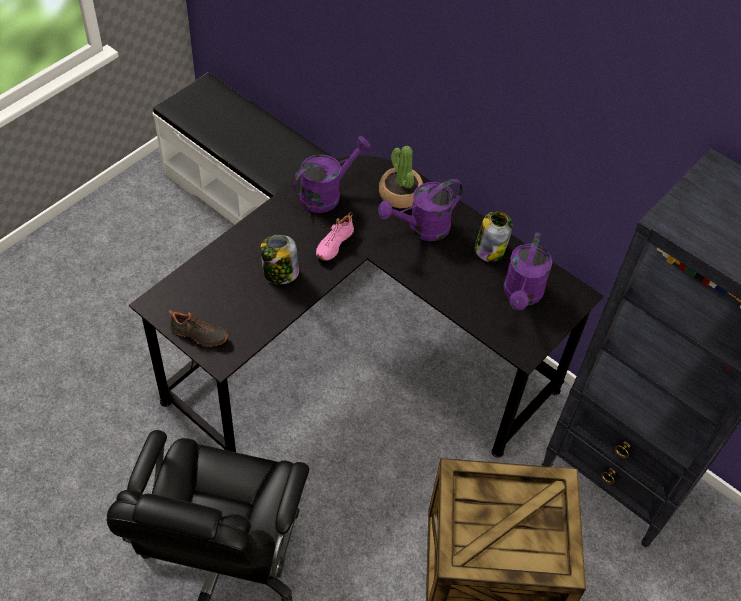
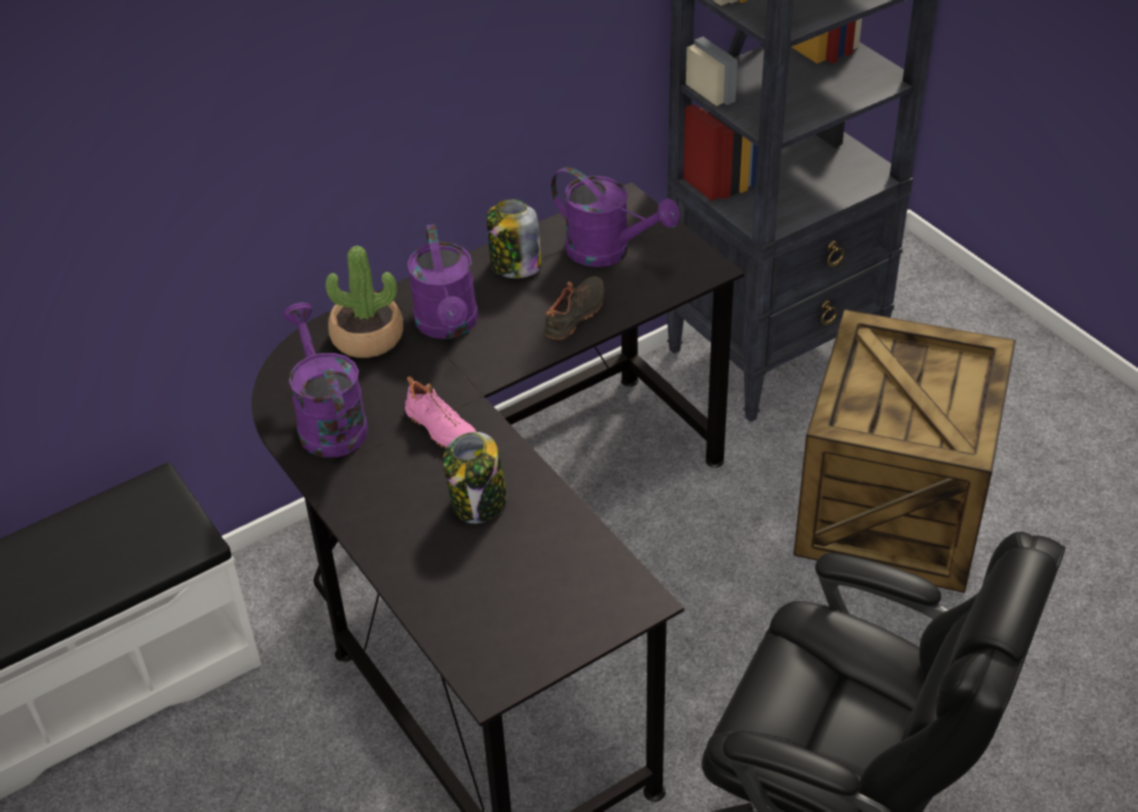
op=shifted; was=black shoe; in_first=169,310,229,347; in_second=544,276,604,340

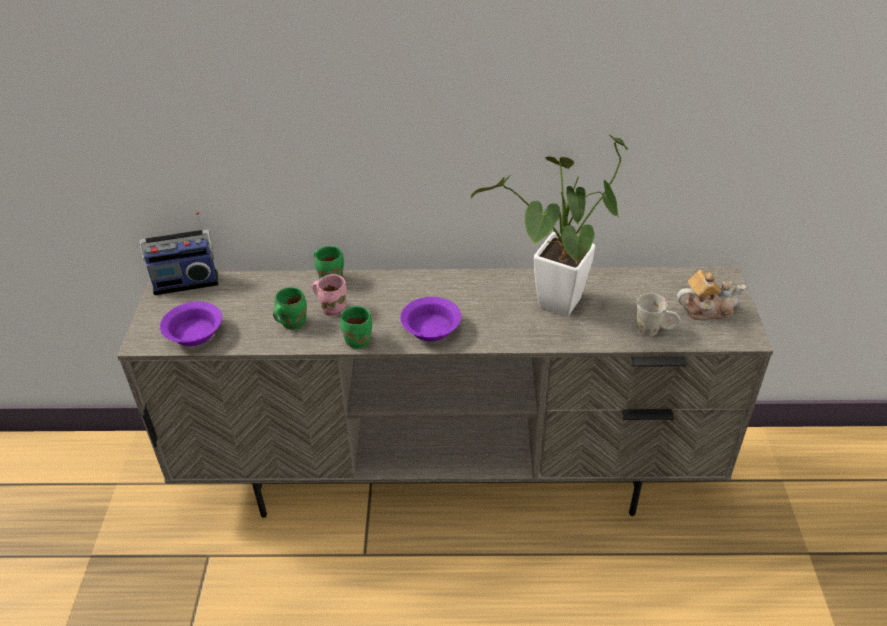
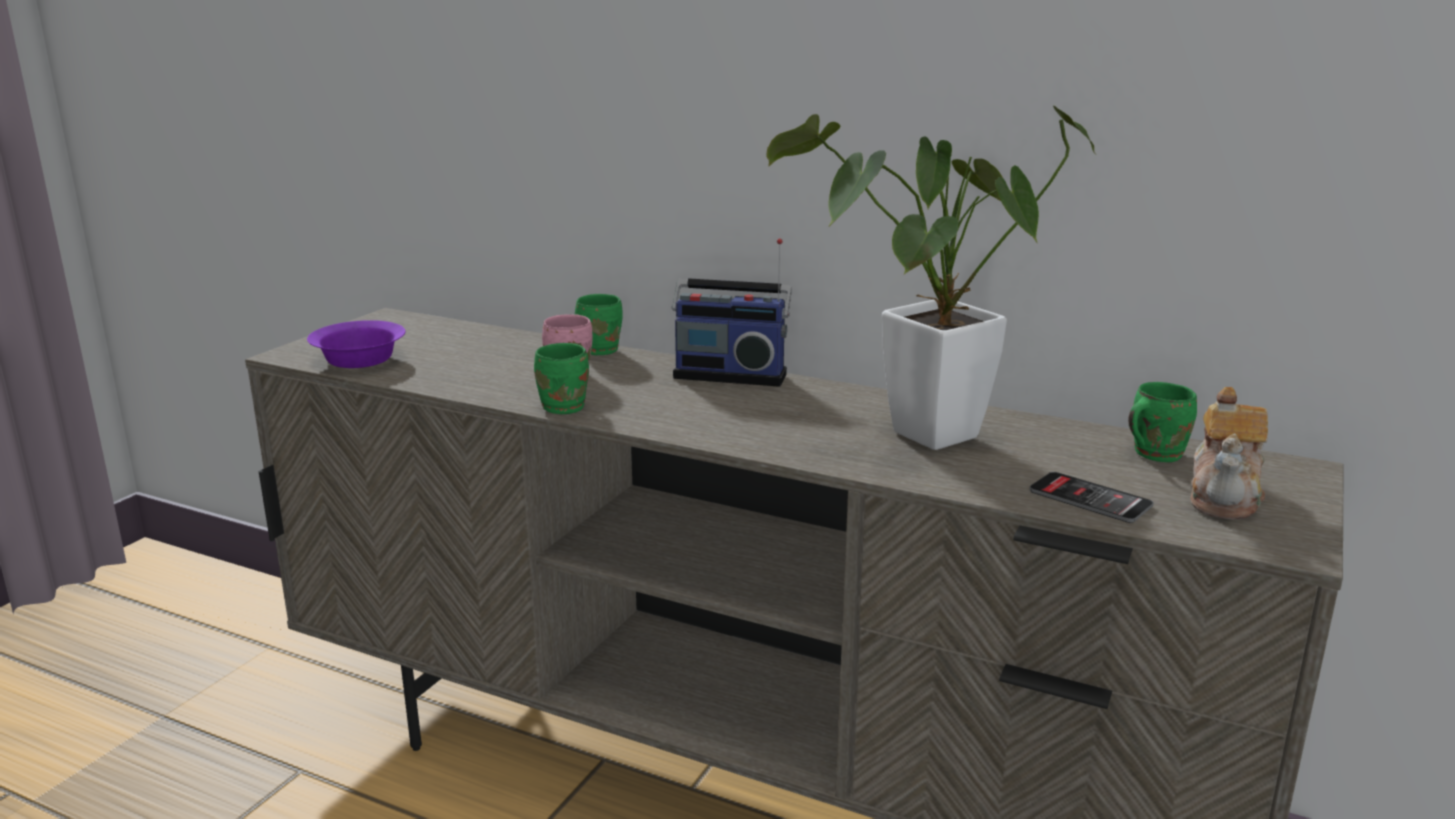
op=shifted; was=radio; in_first=139,211,218,295; in_second=671,238,792,387
op=rotated; was=teapot; in_first=677,270,746,320; in_second=1190,387,1268,519; clockwise=90
op=shifted; was=green mug; in_first=273,287,307,330; in_second=1128,382,1197,462
op=swapped; was=white mug; now=phone; in_first=636,293,681,337; in_second=1029,472,1154,523
op=gone; was=purple bowl; in_first=400,297,461,342

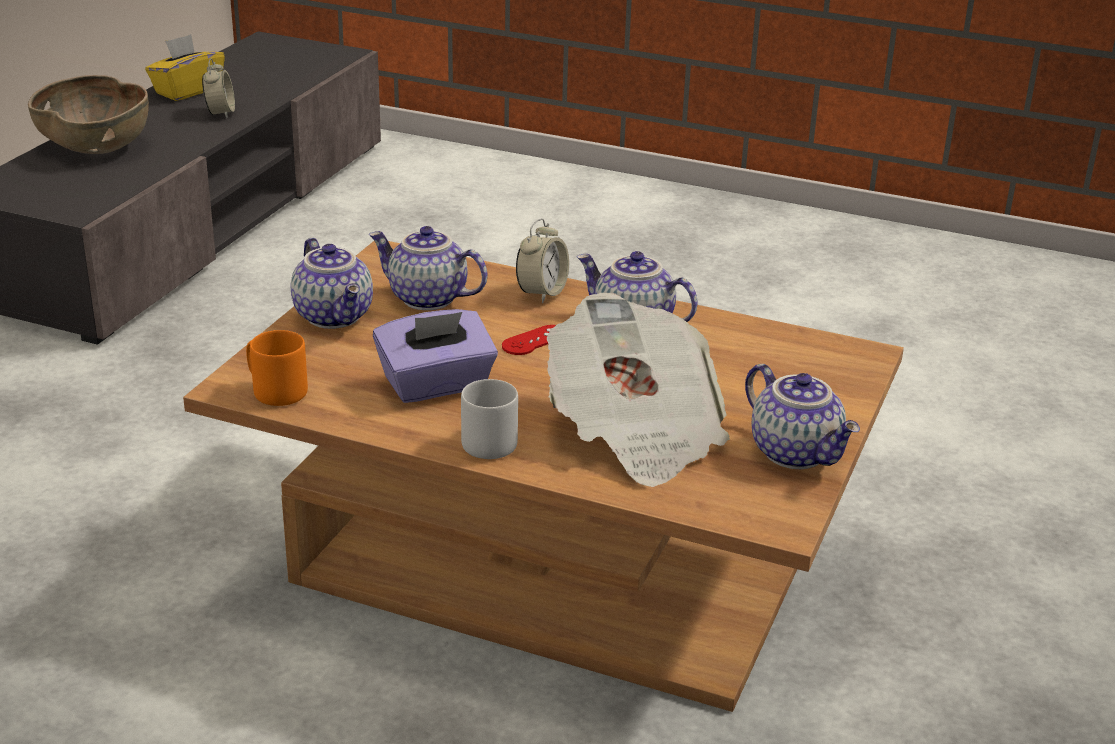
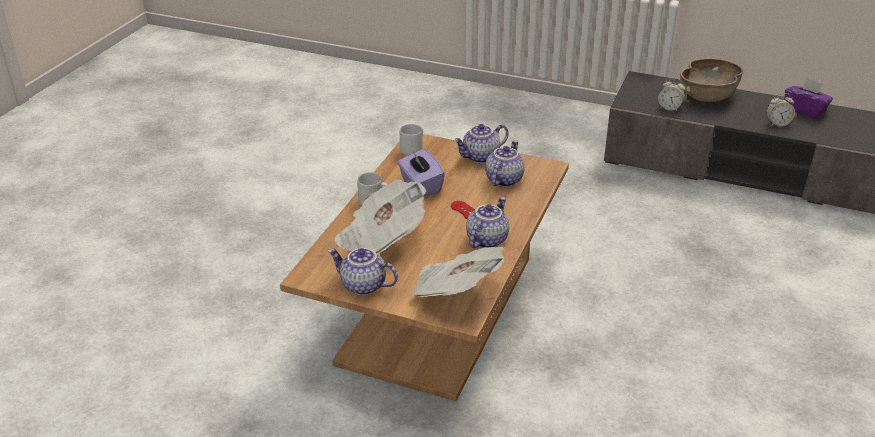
op=repainted; was=yellow tissue box; now=purple tissue box; in_first=145,34,225,101; in_second=785,78,833,119
op=shifted; was=alarm clock; in_first=516,218,569,303; in_second=658,78,686,111
op=repainted; was=orange mug; now=grey mug; in_first=246,330,308,406; in_second=400,124,423,156
op=rotated; was=teapot; in_first=745,364,860,469; in_second=328,248,398,295; clockwise=60
op=new; now=newspaper; in_second=410,247,504,297

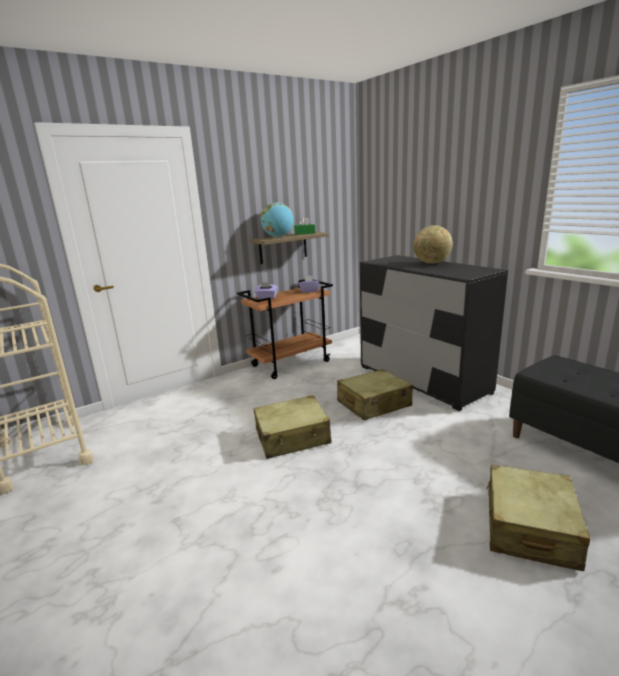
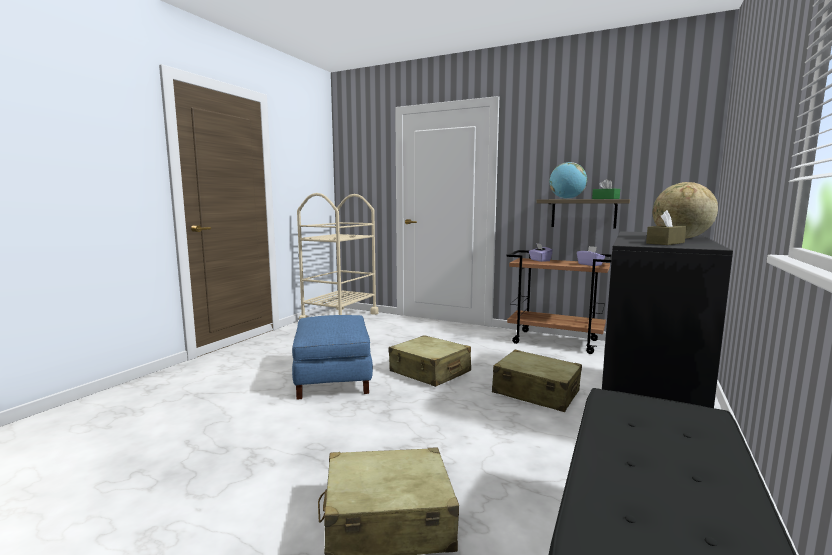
op=new; now=brown tissue box; in_second=646,210,686,245
op=new; now=blue ottoman; in_second=292,315,373,400

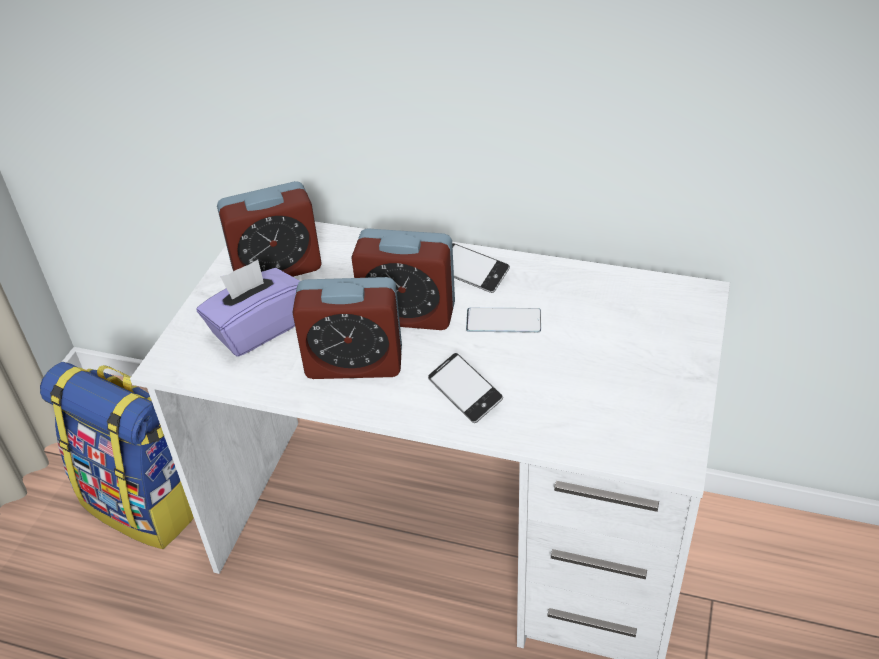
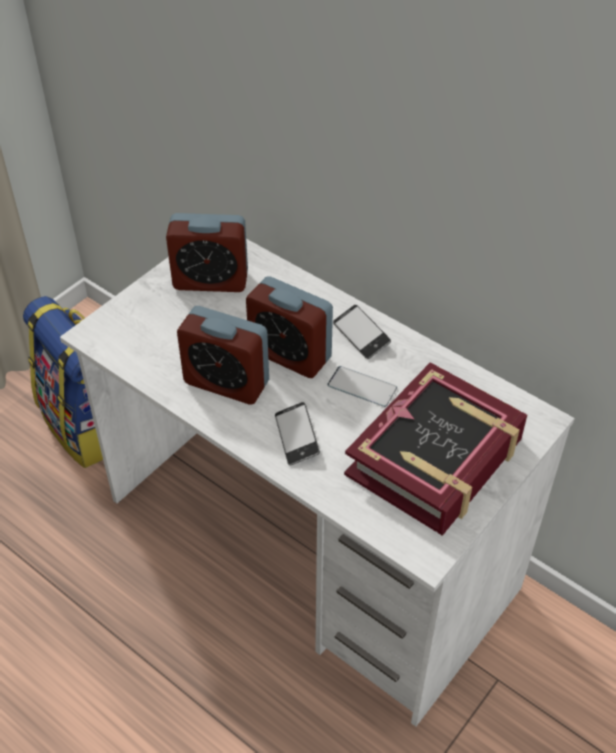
op=gone; was=purple tissue box; in_first=196,260,300,357
op=new; now=book; in_second=344,362,527,536

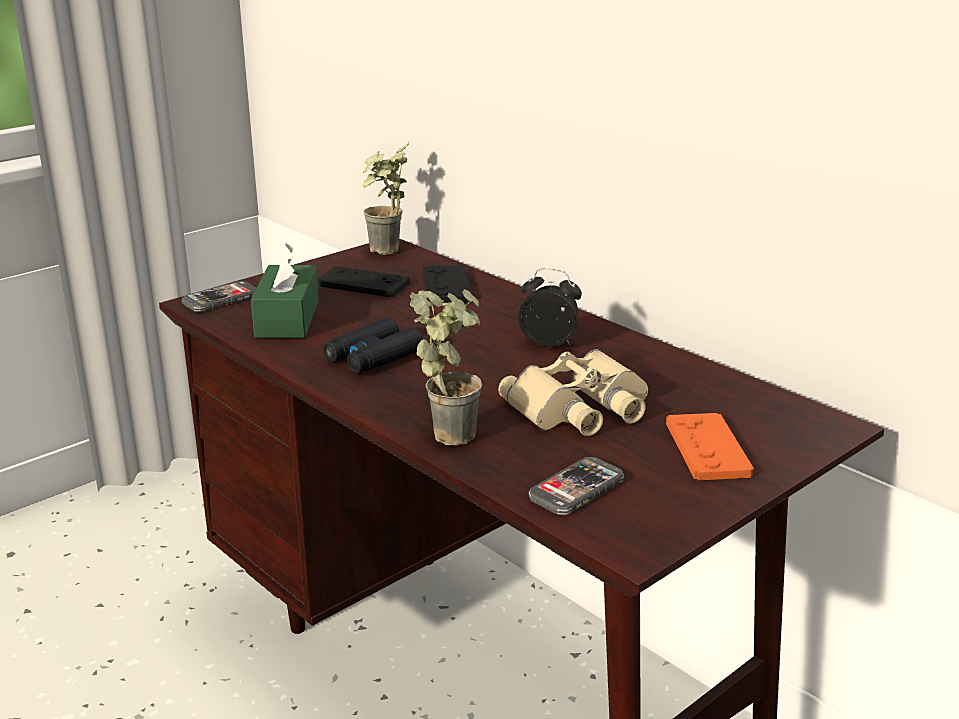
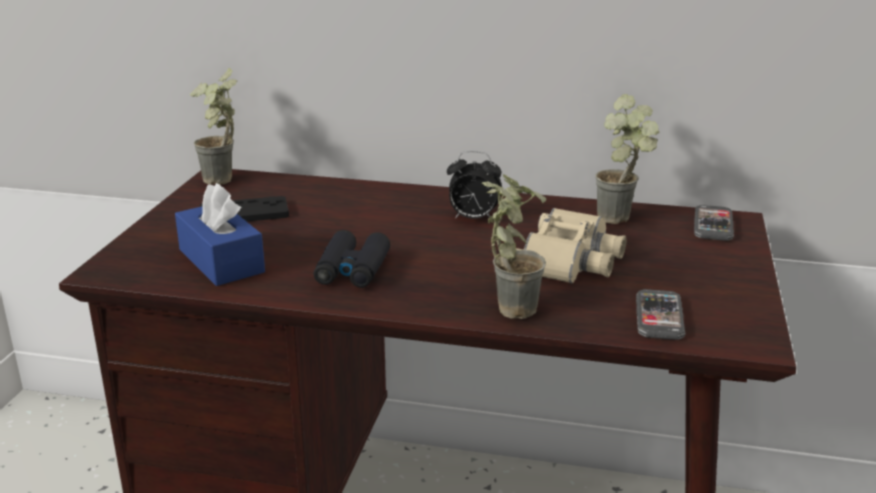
op=repainted; was=green tissue box; now=blue tissue box; in_first=251,243,318,338; in_second=175,183,265,286
op=gone; was=black game controller; in_first=423,265,472,303
op=rotated; was=alarm clock; in_first=518,268,582,347; in_second=447,151,502,219; clockwise=-150
op=shifted; was=phone; in_first=181,281,256,312; in_second=694,205,734,241
op=gone; was=orange game controller; in_first=666,413,754,480
op=new; now=potted plant; in_second=595,94,660,224

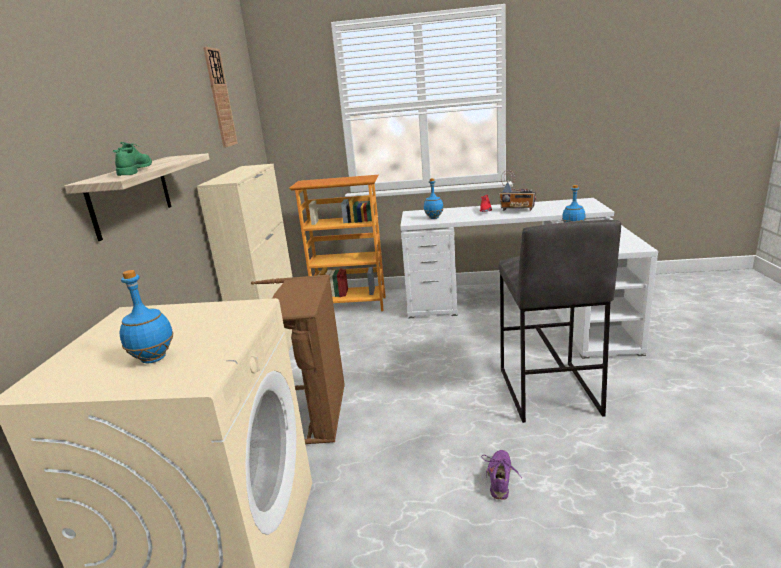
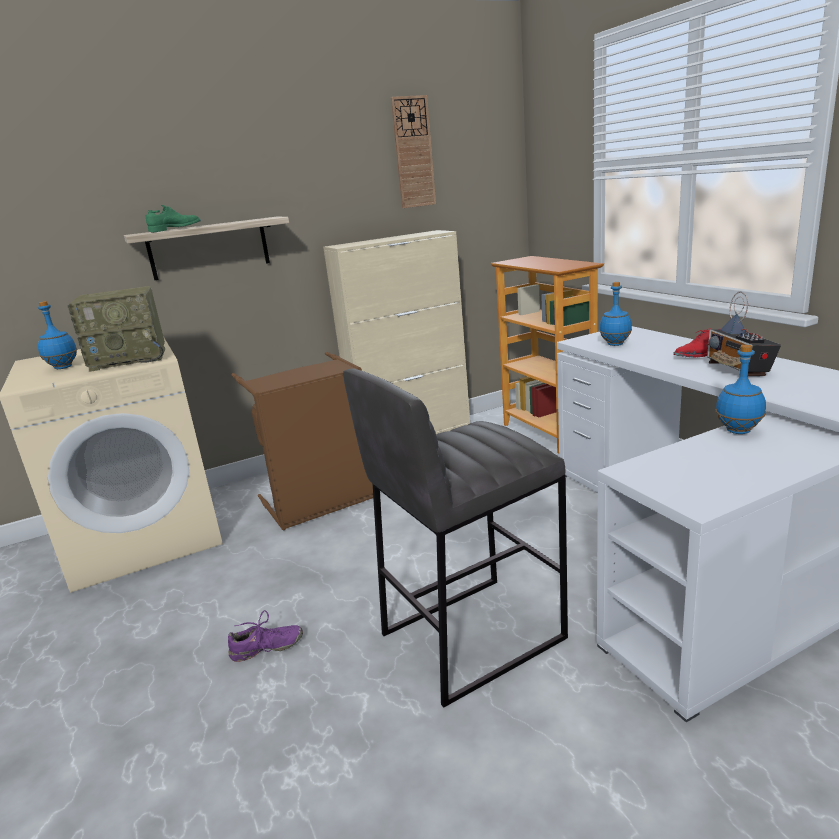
op=new; now=radio; in_second=68,286,166,372

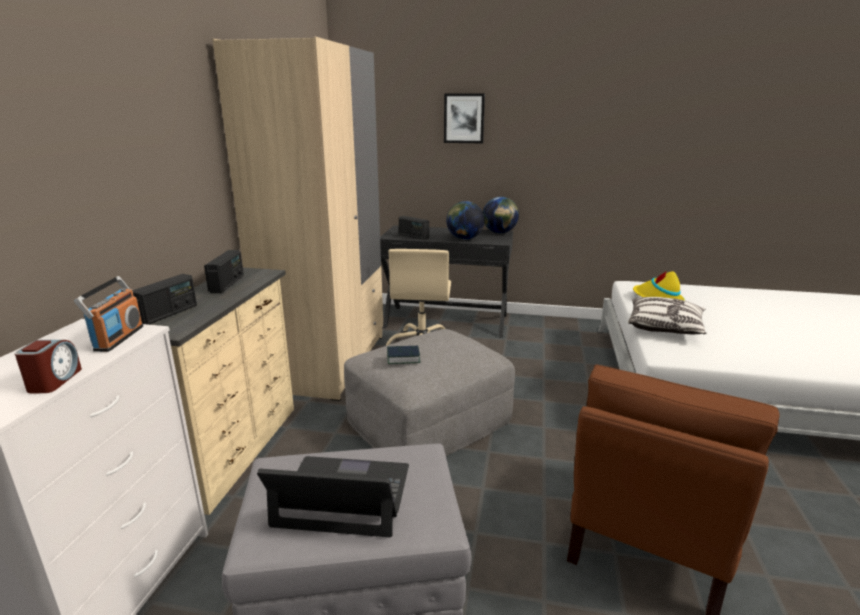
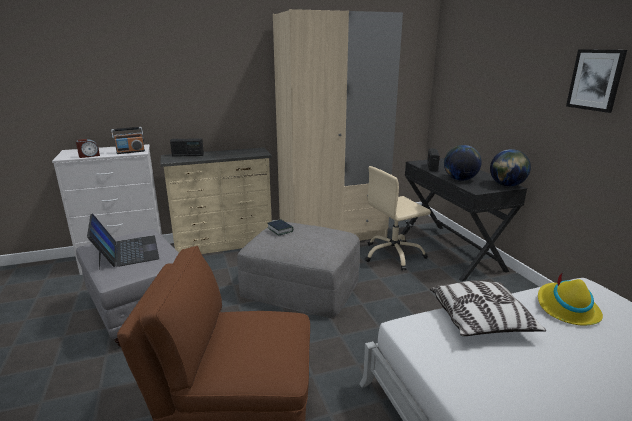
op=shifted; was=picture; in_first=444,93,485,143; in_second=566,49,627,113
op=gone; was=radio; in_first=204,250,244,293

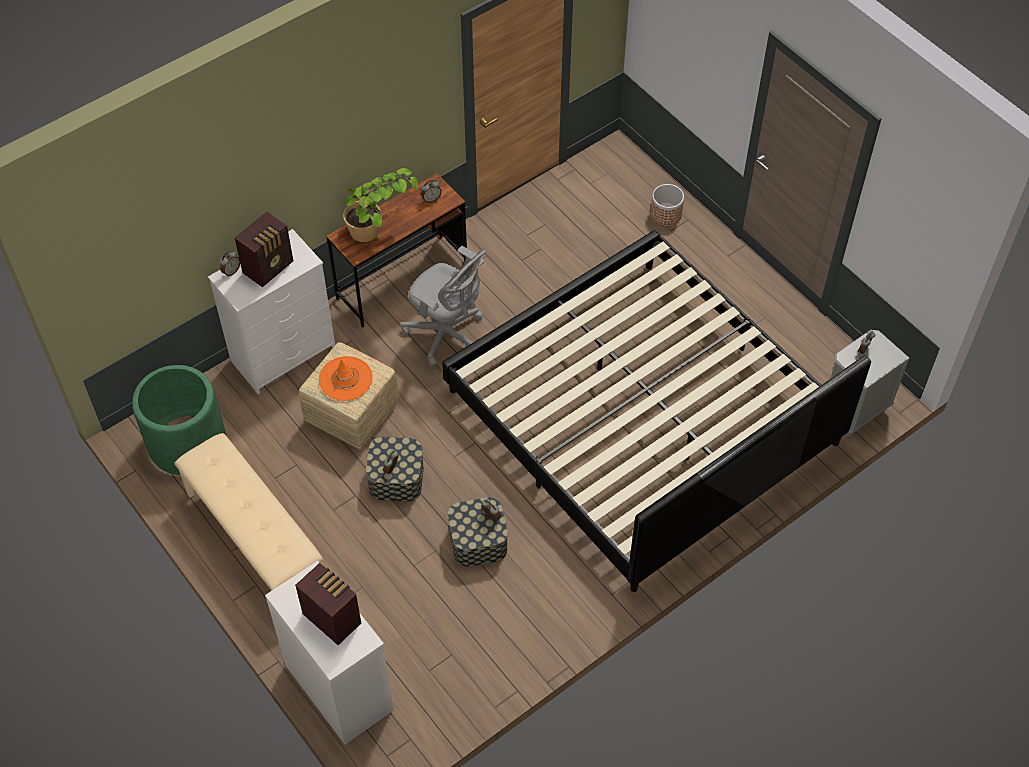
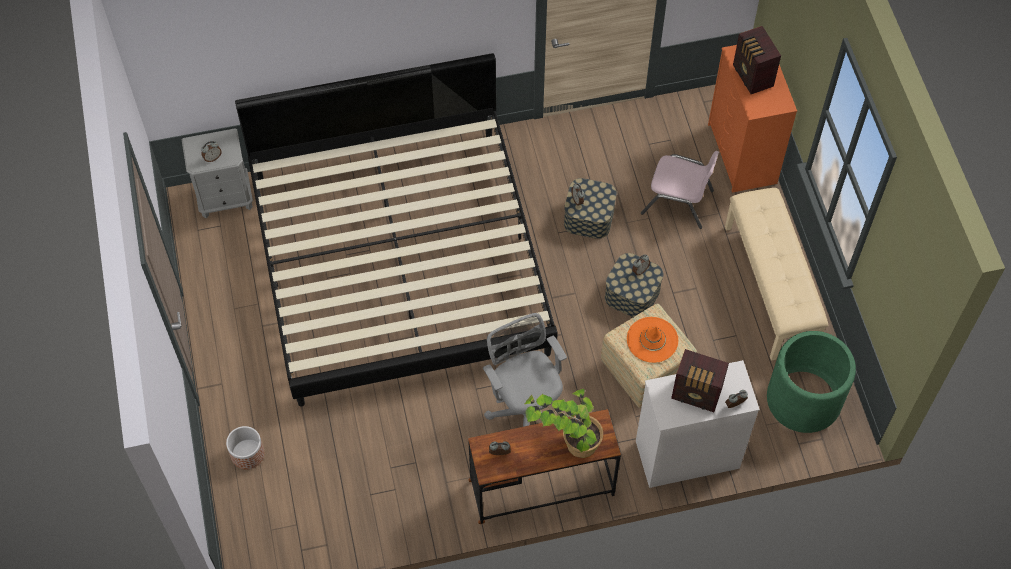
op=rotated; was=radio; in_first=235,212,293,287; in_second=671,349,729,412; clockwise=-135
op=repainted; was=white dresser; now=orange dresser; in_first=265,561,394,745; in_second=708,45,797,193
op=new; now=pink chair; in_second=641,151,719,229

